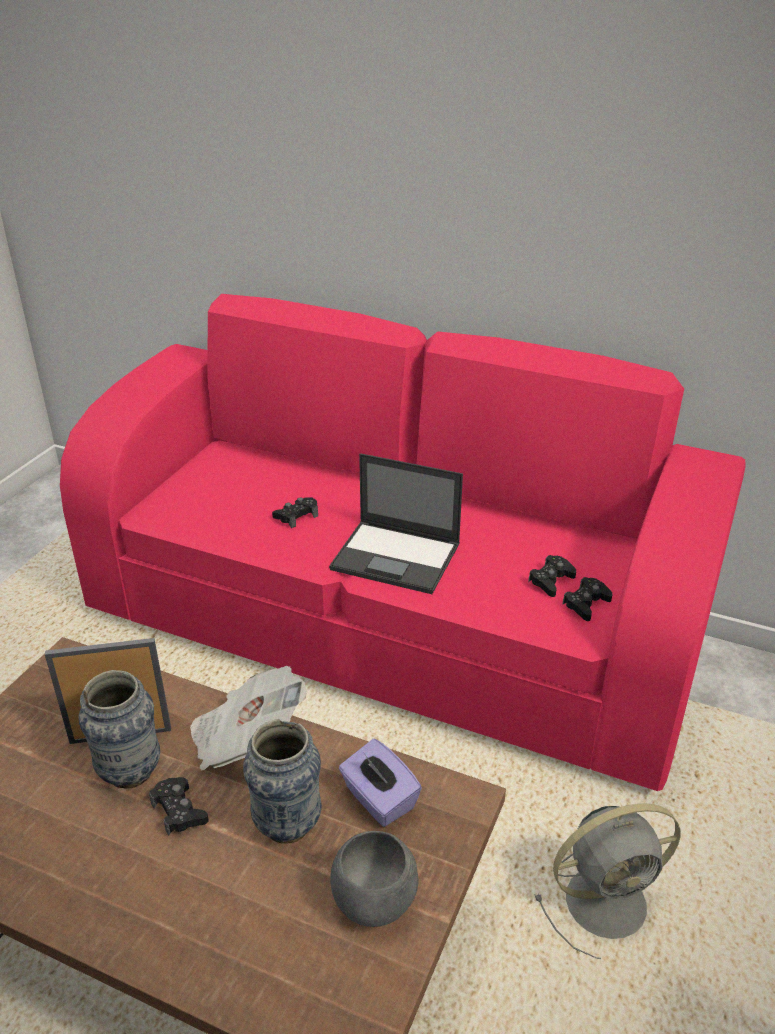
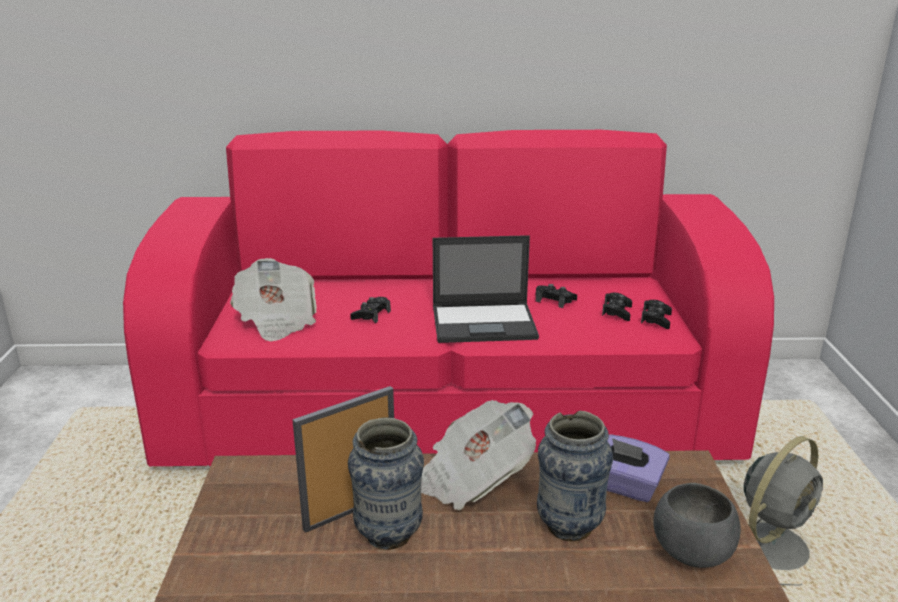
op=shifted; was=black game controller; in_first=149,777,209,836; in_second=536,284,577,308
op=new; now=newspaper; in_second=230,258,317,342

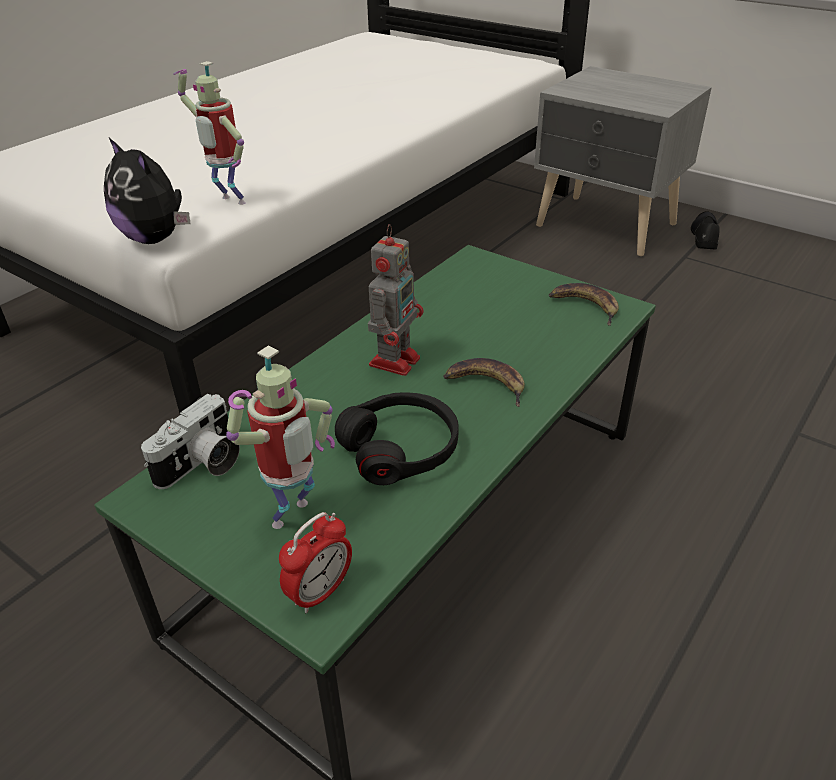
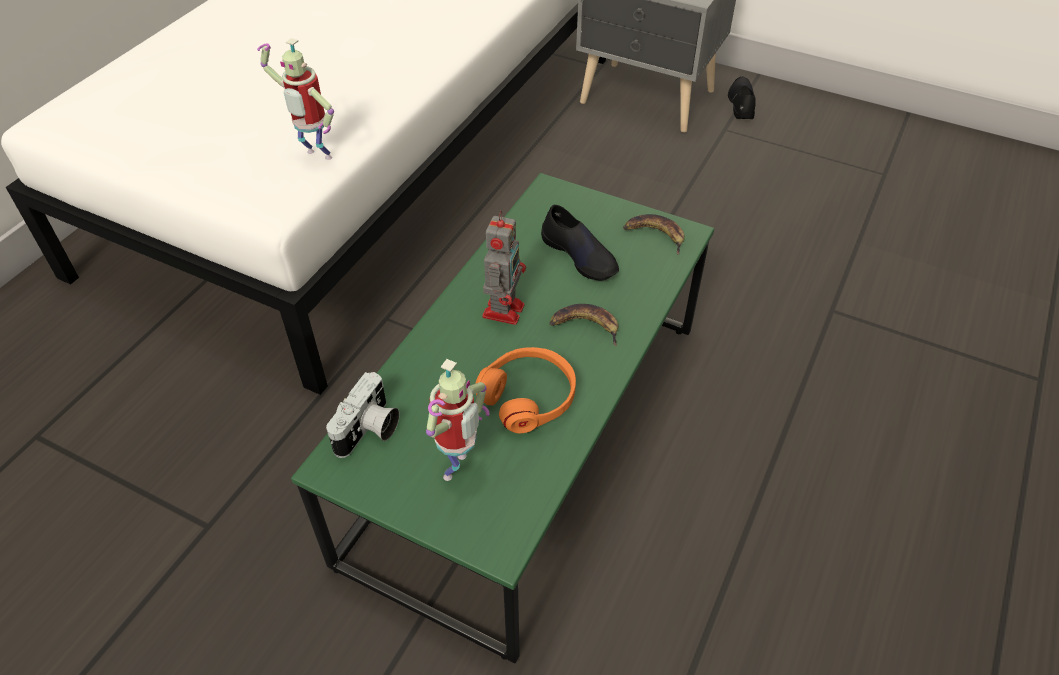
op=gone; was=plush toy; in_first=104,138,191,244
op=repainted; was=black headphones; now=orange headphones; in_first=335,392,459,485; in_second=475,347,576,433
op=gone; was=alarm clock; in_first=279,512,352,613
op=new; now=black shoe; in_second=541,204,619,280

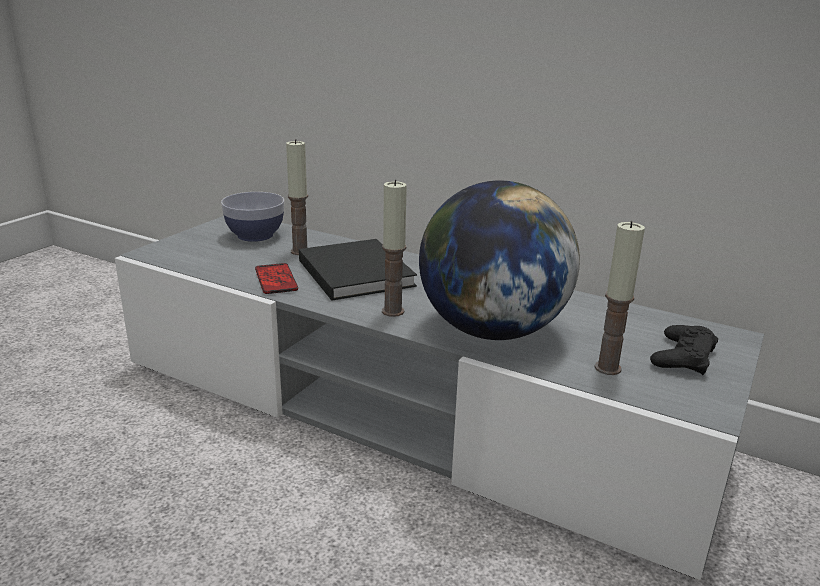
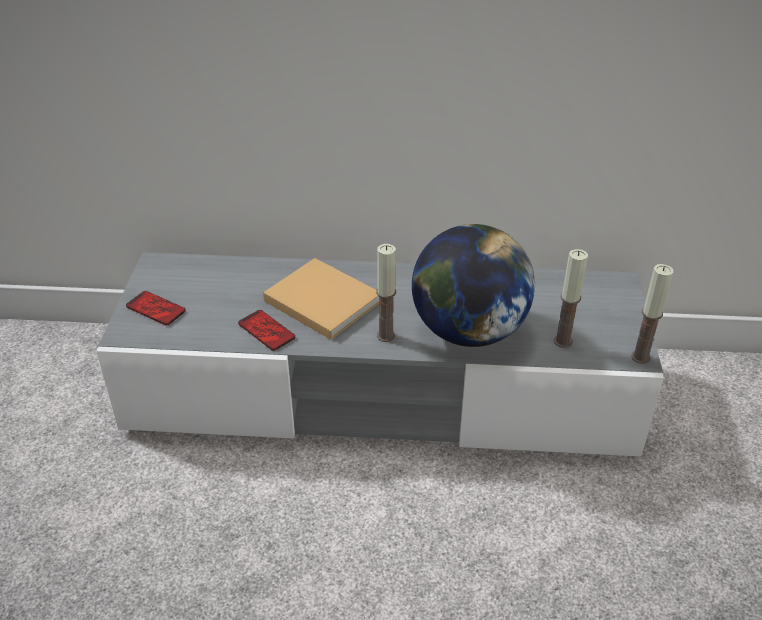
op=shifted; was=candle; in_first=286,139,308,255; in_second=631,264,673,364
op=gone; was=bowl; in_first=221,192,284,242
op=repainted; was=black book; now=beige book; in_first=299,239,417,301; in_second=263,258,379,340
op=gone; was=black game controller; in_first=650,325,718,375
op=new; now=phone; in_second=126,291,186,326

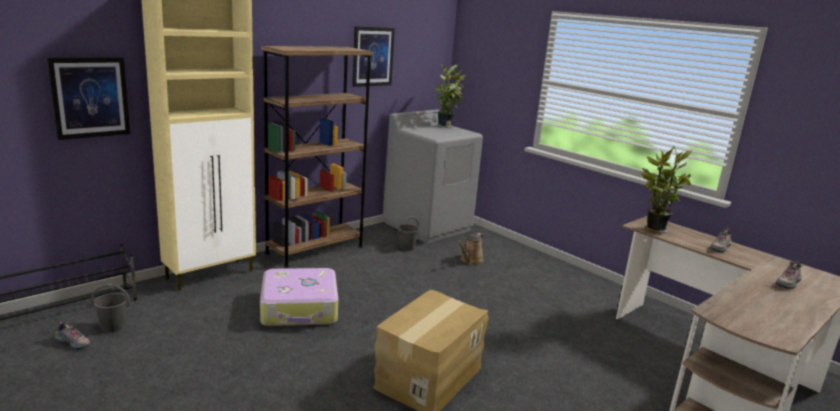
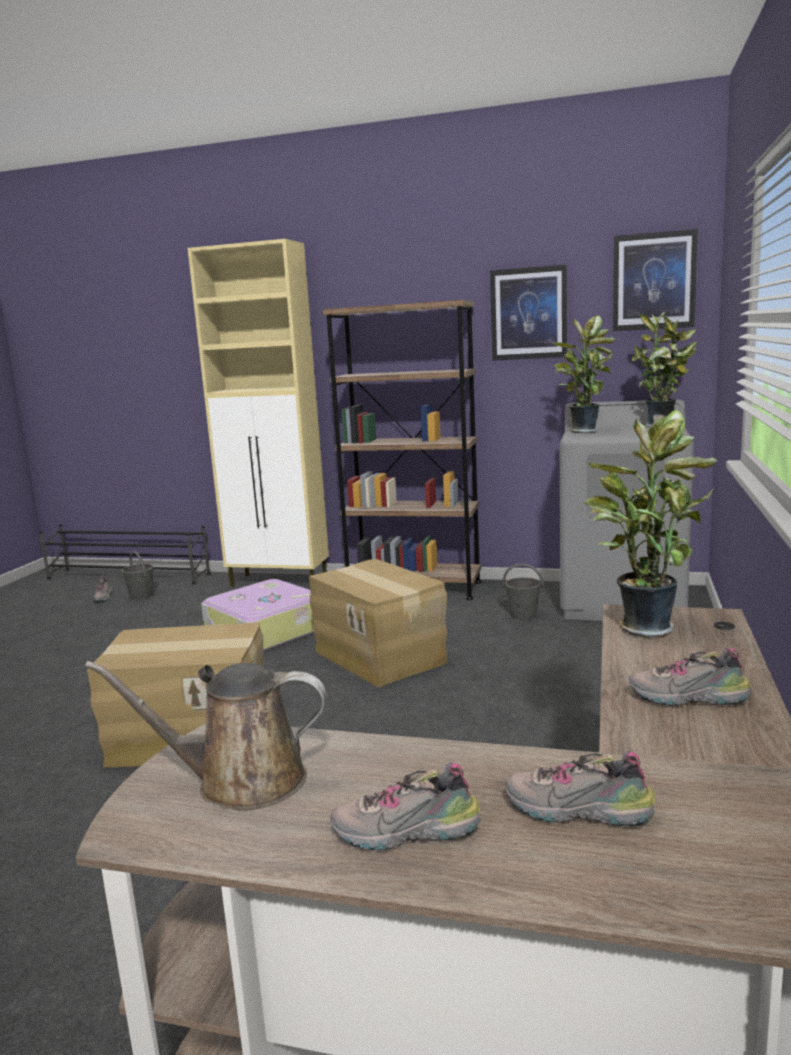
op=shifted; was=picture; in_first=47,57,130,140; in_second=613,229,698,331
op=shifted; was=brown watering can; in_first=457,233,484,265; in_second=85,661,327,811
op=new; now=potted plant; in_second=553,315,615,433
op=new; now=cardboard box; in_second=309,559,448,688
op=new; now=shoe; in_second=330,763,481,851

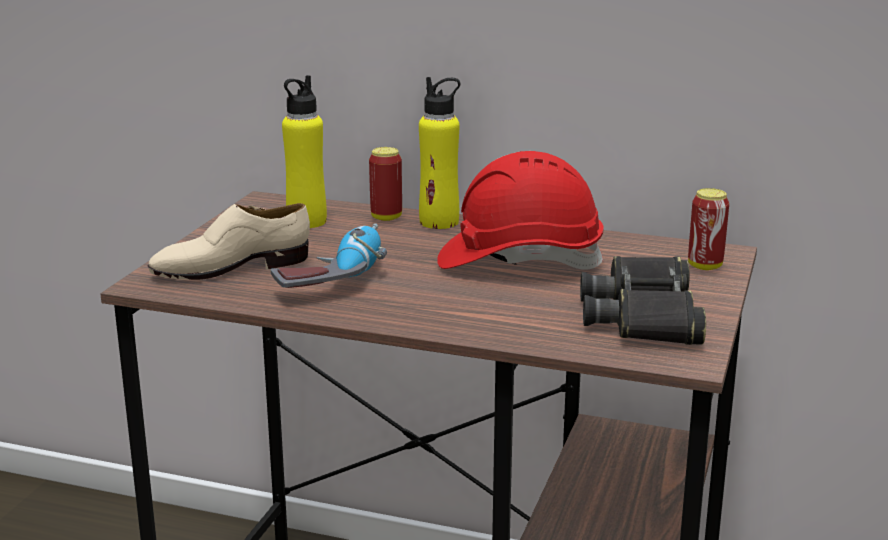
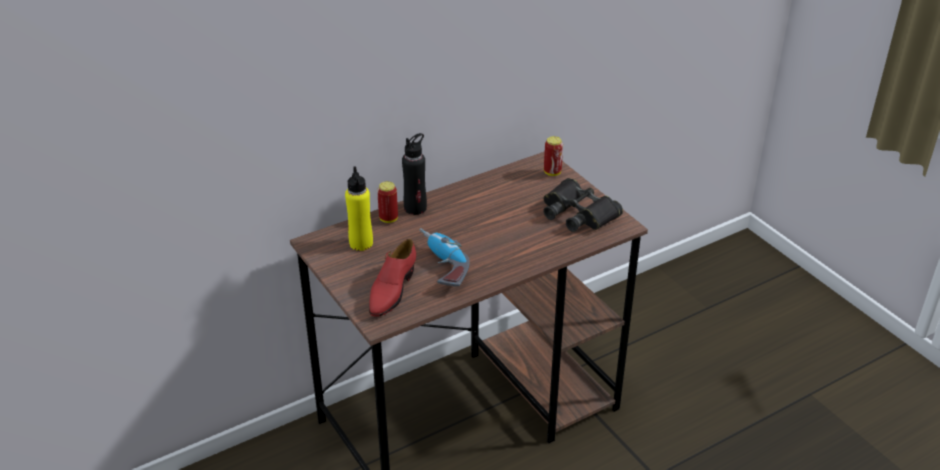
op=repainted; was=yellow bottle; now=black bottle; in_first=419,77,460,229; in_second=402,133,427,215
op=gone; was=red hard hat; in_first=437,151,604,270
op=repainted; was=beige shoe; now=red shoe; in_first=148,203,310,280; in_second=369,239,416,317

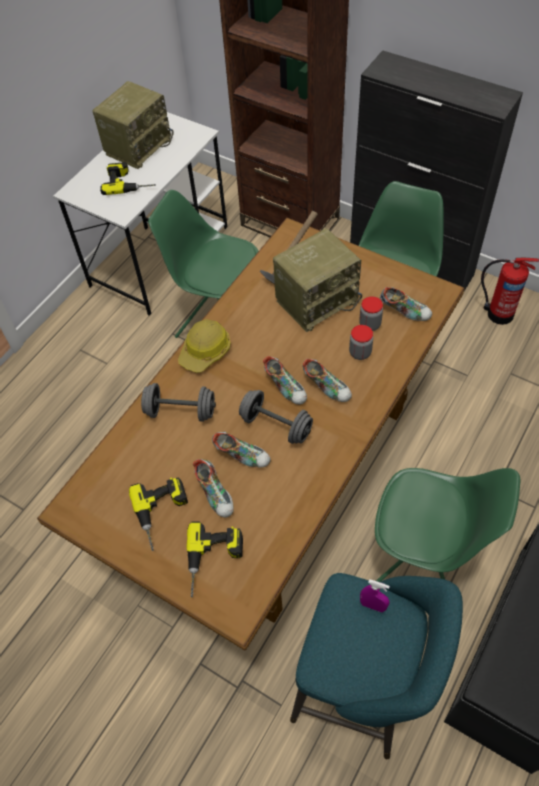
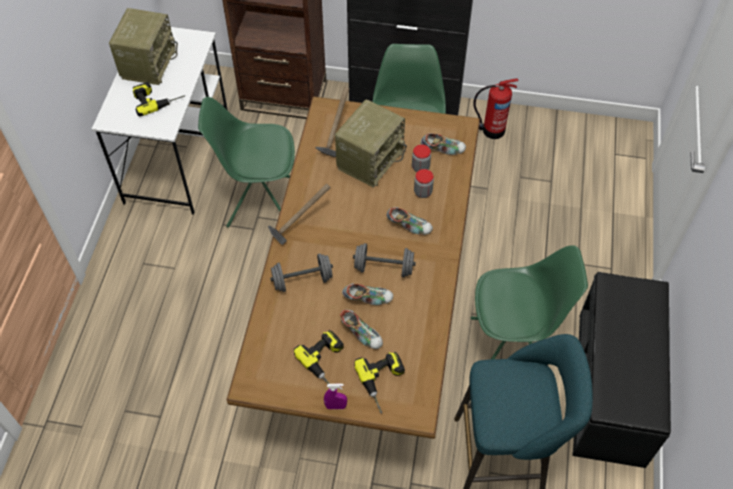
op=swapped; was=hard hat; now=hammer; in_first=178,319,231,373; in_second=268,183,331,245
op=gone; was=shoe; in_first=263,356,307,405
op=shifted; was=purple spray bottle; in_first=360,579,390,612; in_second=324,384,347,409

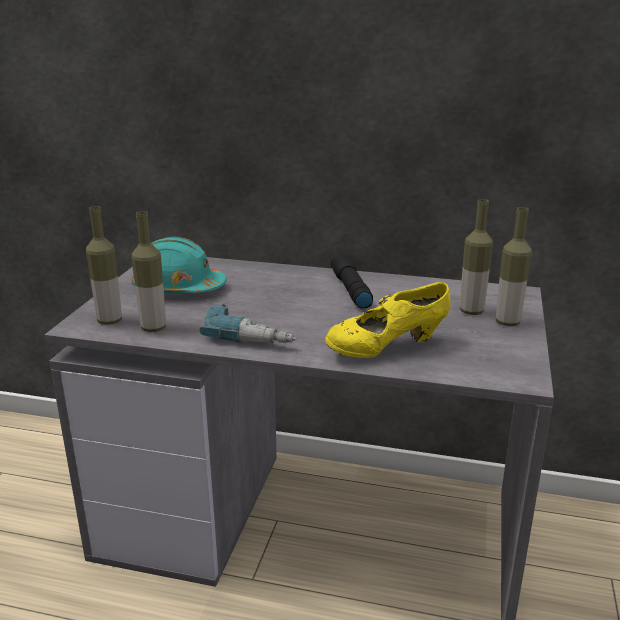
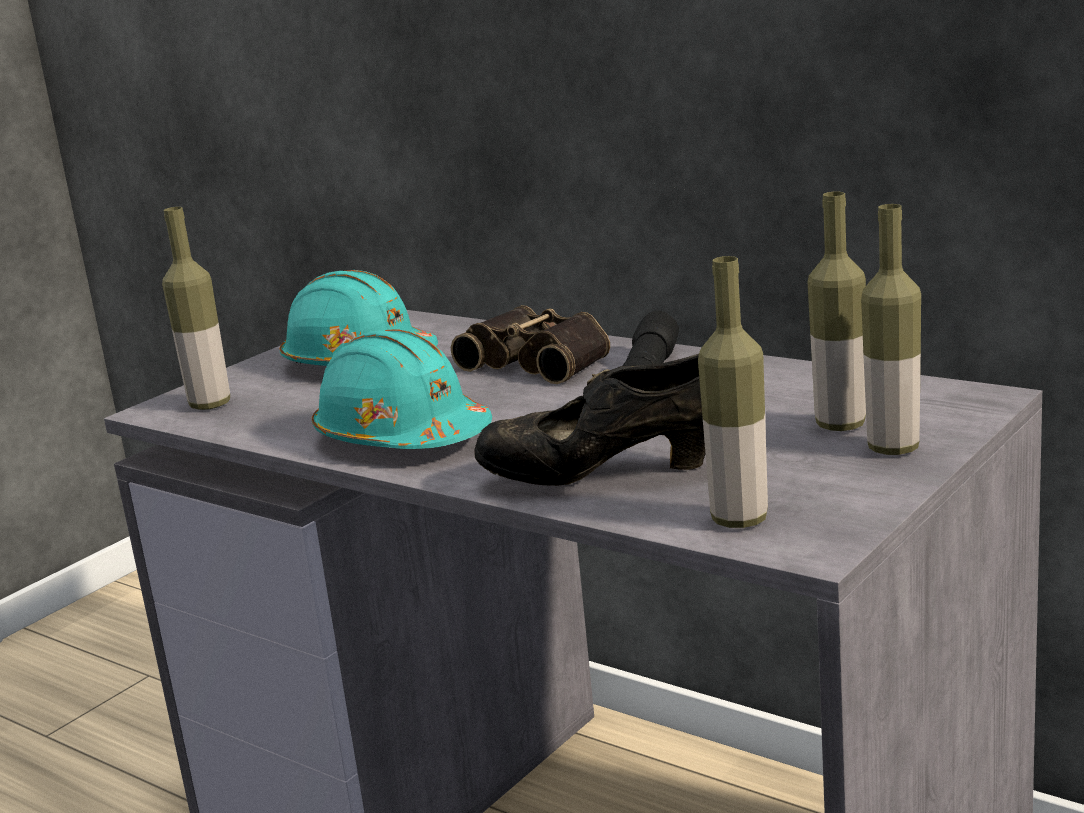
op=shifted; was=bottle; in_first=131,211,166,332; in_second=698,256,768,528
op=repainted; was=yellow shoe; now=black shoe; in_first=325,282,451,358; in_second=474,354,705,486
op=swapped; was=power drill; now=turquoise hard hat; in_first=200,304,296,343; in_second=312,329,492,449
op=new; now=binoculars; in_second=451,305,610,384

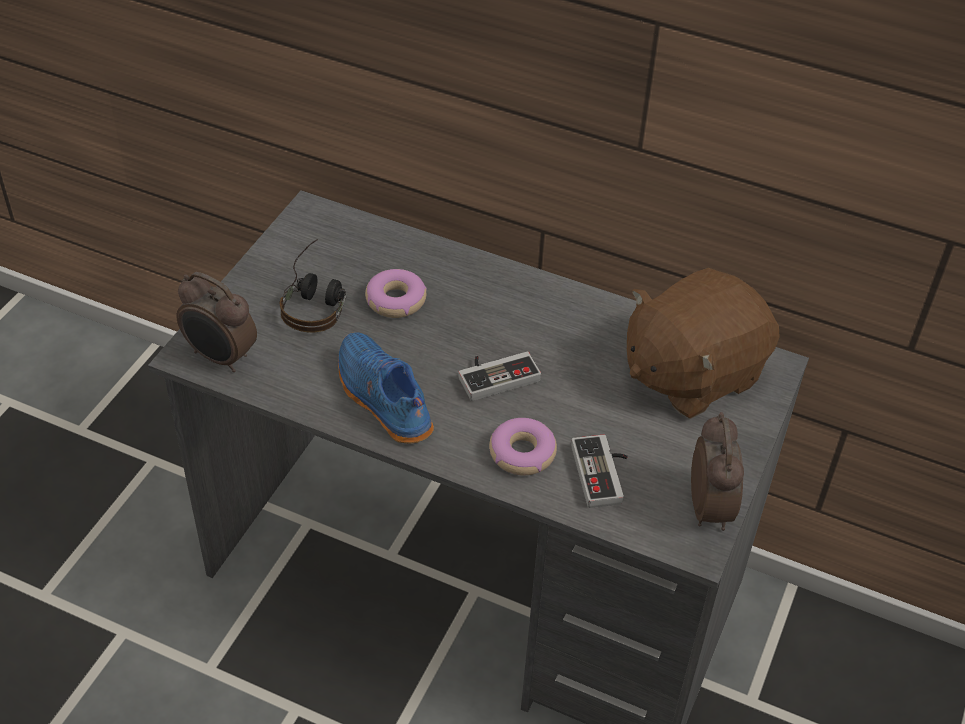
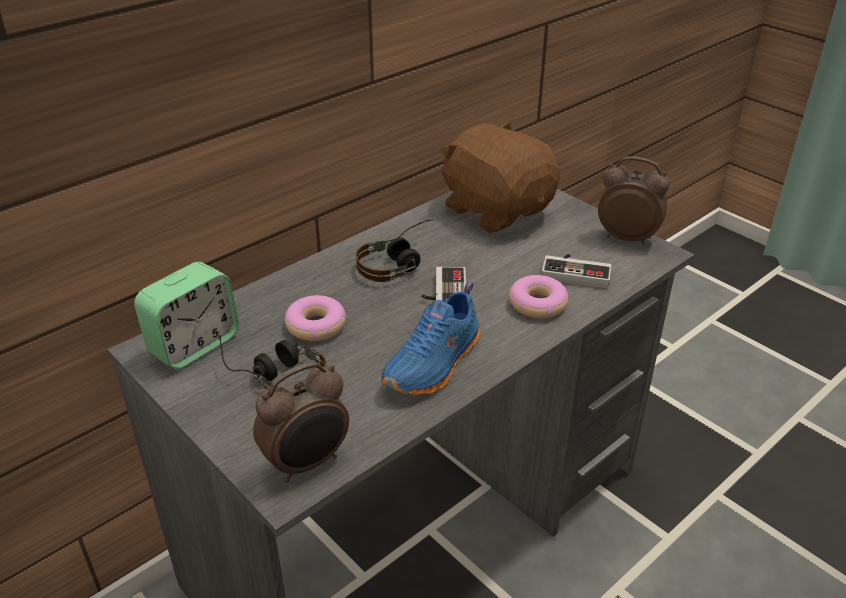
op=rotated; was=brown plush toy; in_first=627,268,780,419; in_second=440,121,560,233; clockwise=150
op=rotated; was=blue shoe; in_first=338,333,434,444; in_second=381,282,479,396; clockwise=-45
op=new; now=headphones; in_second=356,220,432,282
op=new; now=alarm clock; in_second=134,262,239,369

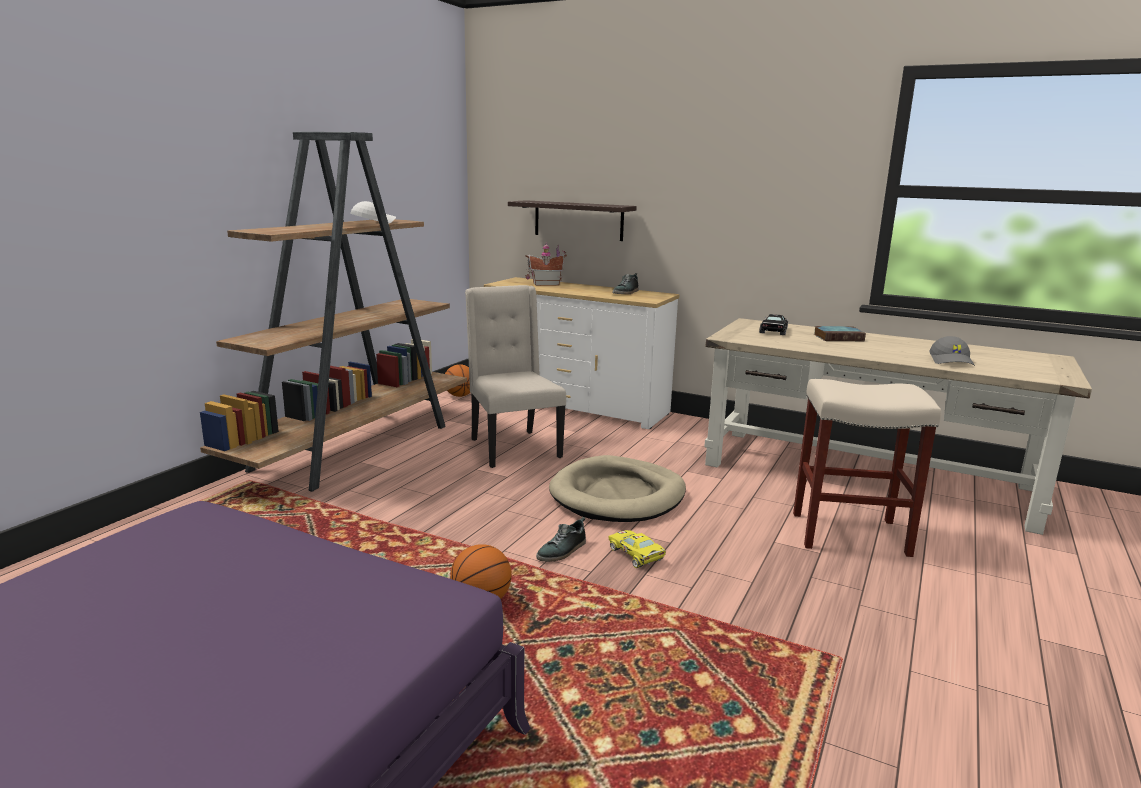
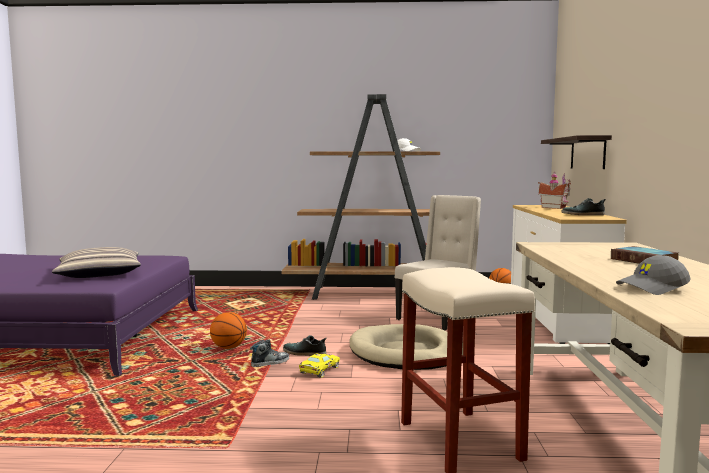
op=gone; was=black toy car; in_first=759,314,788,335
op=new; now=pillow; in_second=52,247,141,278
op=new; now=shoe; in_second=250,339,289,367

